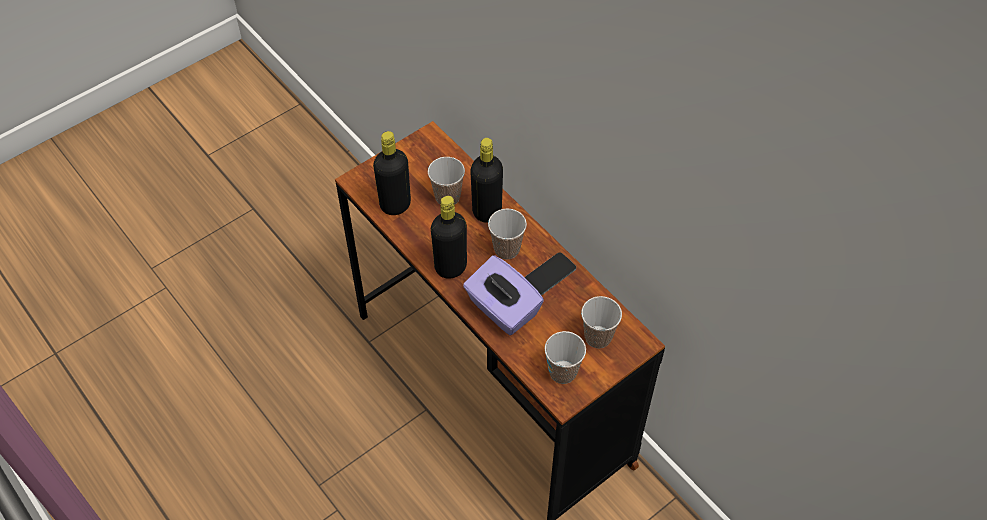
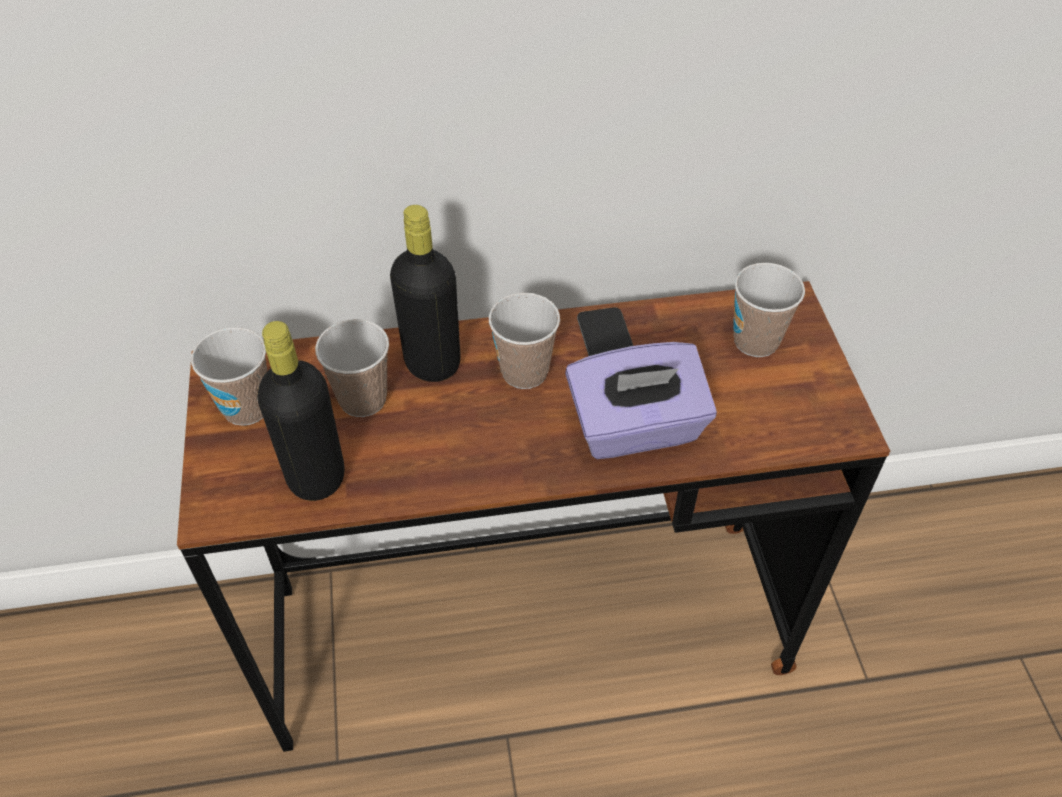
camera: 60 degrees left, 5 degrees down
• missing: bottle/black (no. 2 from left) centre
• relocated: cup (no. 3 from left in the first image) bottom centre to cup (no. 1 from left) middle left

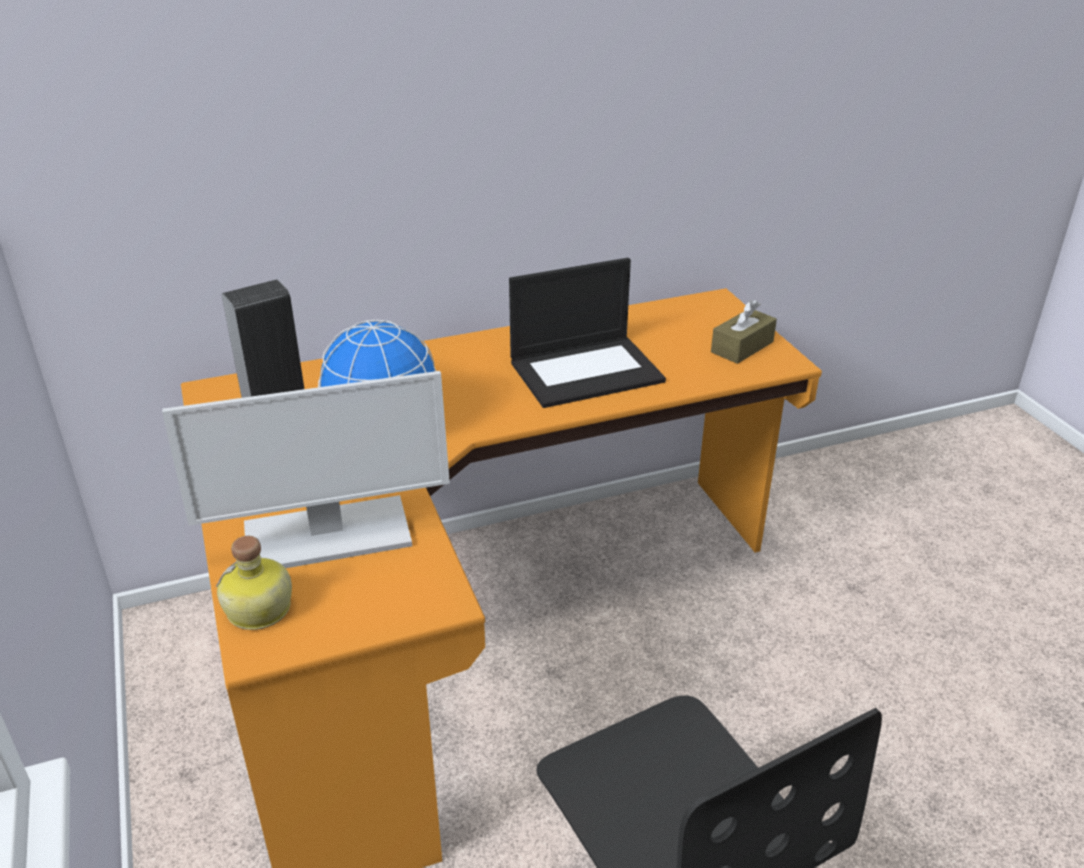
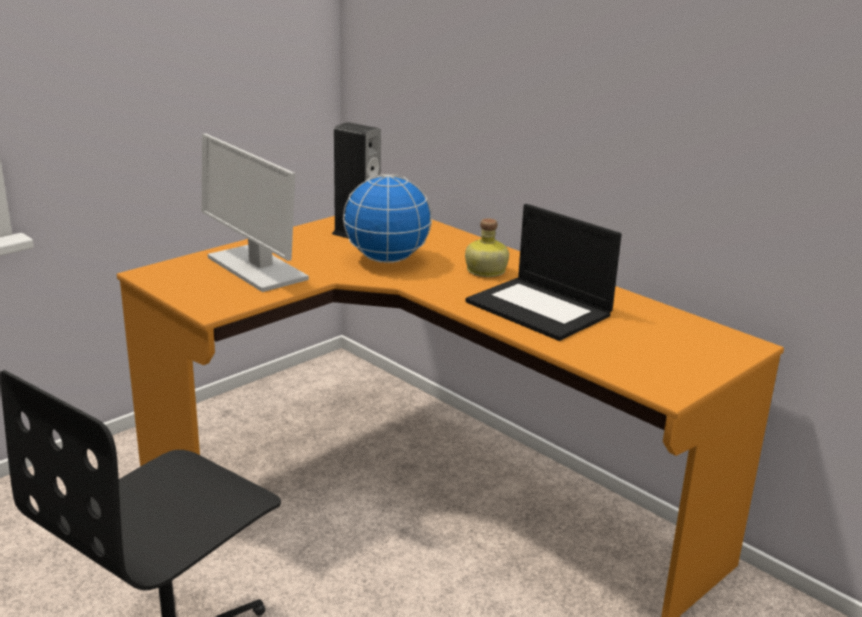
camera: 65 degrees right, 10 degrees down
• missing: tissue box/brown middle right
• relocated: bottle bottom left to centre

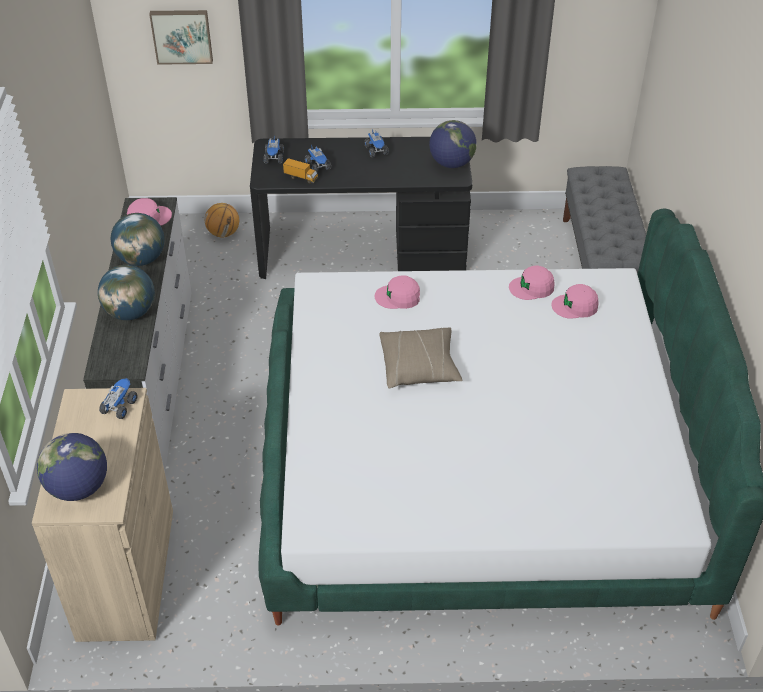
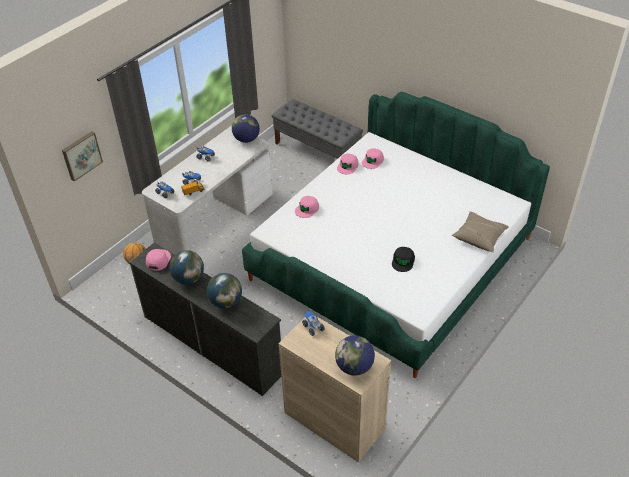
camera: 50 degrees left, 0 degrees up
• appeared: cap/black centre
• relocated: pillow/beige centre to middle right
• colour: desk/black top centre to desk/white middle left

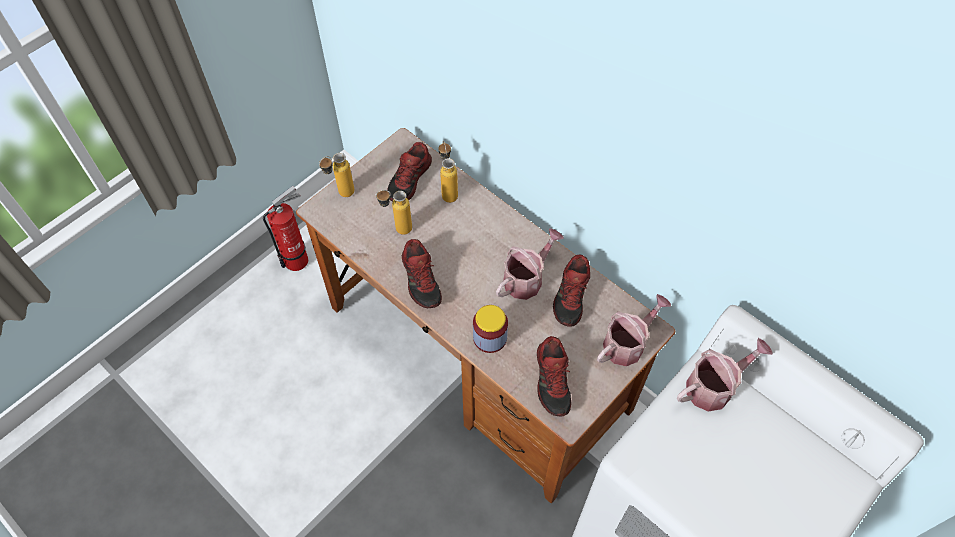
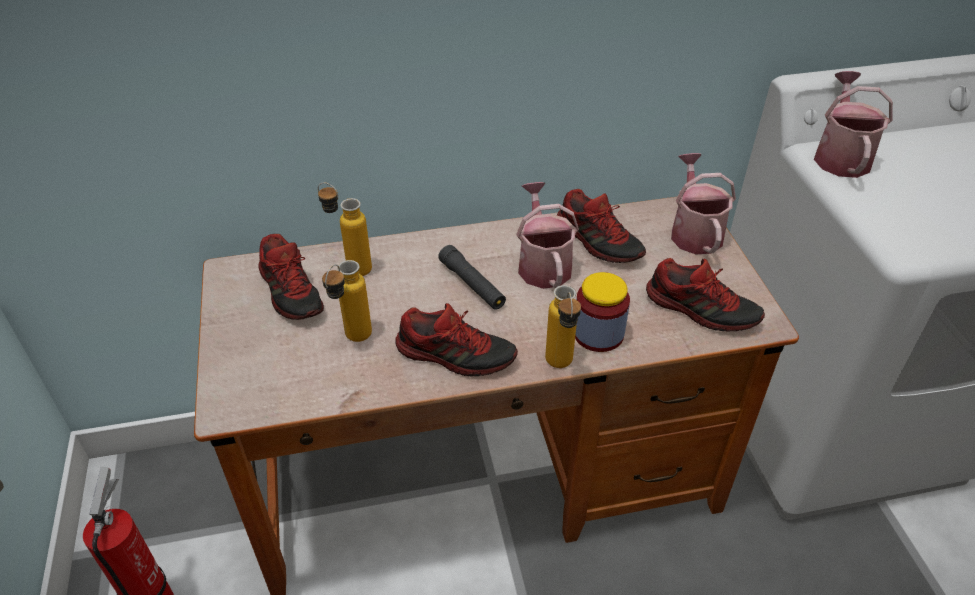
camera: 55 degrees left, 15 degrees down
• appeared: flashlight/black centre
• relocated: bottle (no. 1 from left in the first image) top centre to bottle (no. 3 from left) centre

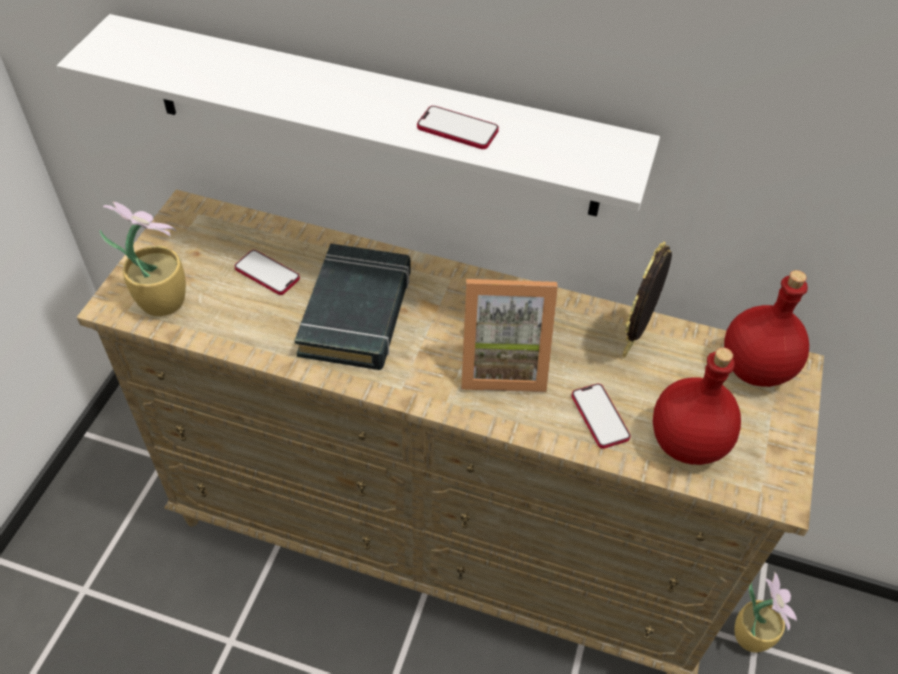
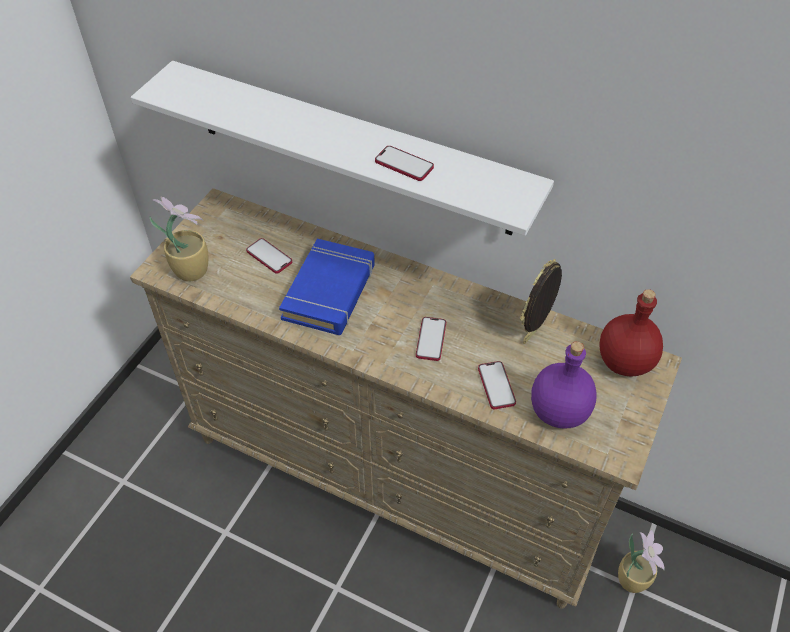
camera: 10 degrees right, 0 degrees up
• exchanged: picture frame (no. 1 from left) centre to phone (no. 3 from left) centre
• colour: book/black centre to book/blue centre
• colour: bottle/red (no. 1 from left) middle right to bottle/purple middle right

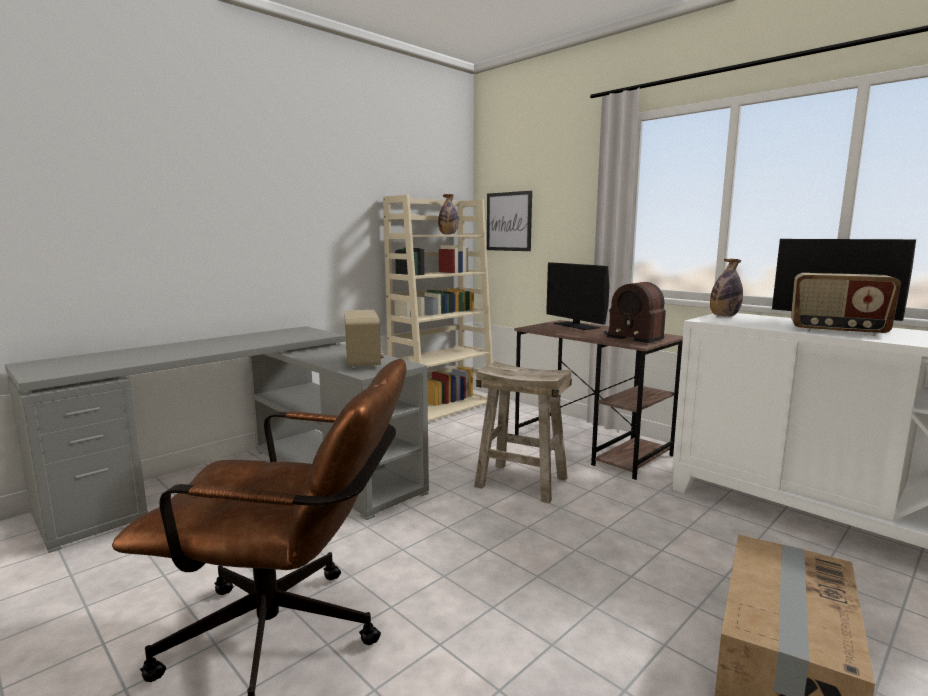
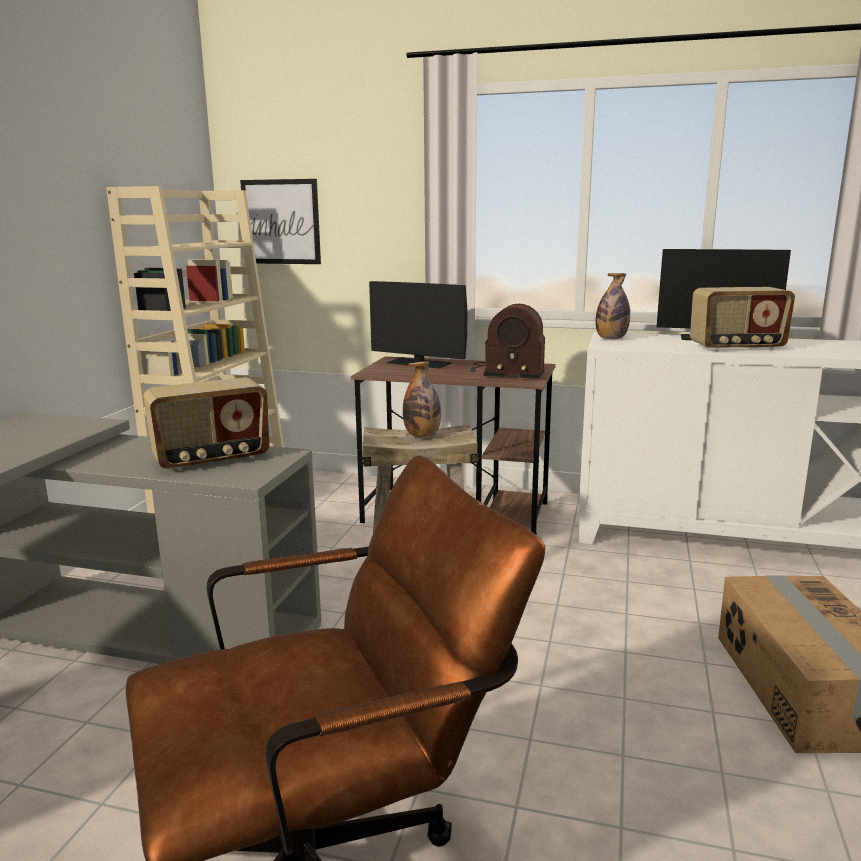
camera: 30 degrees left, 5 degrees up
• relocated: bottle (no. 1 from left) top centre to centre
• spun: radio (no. 1 from left) centre = middle left 105 degrees clockwise

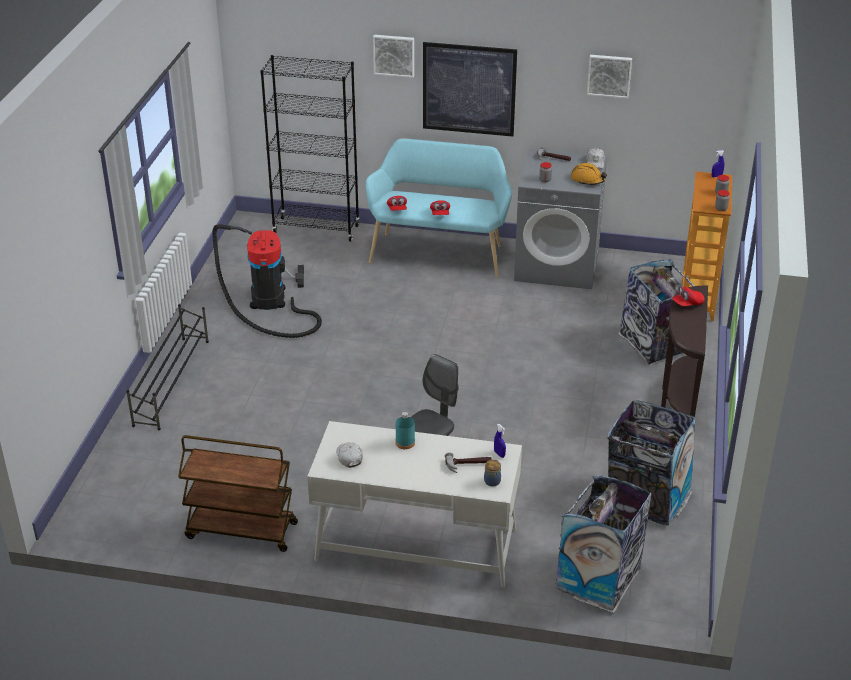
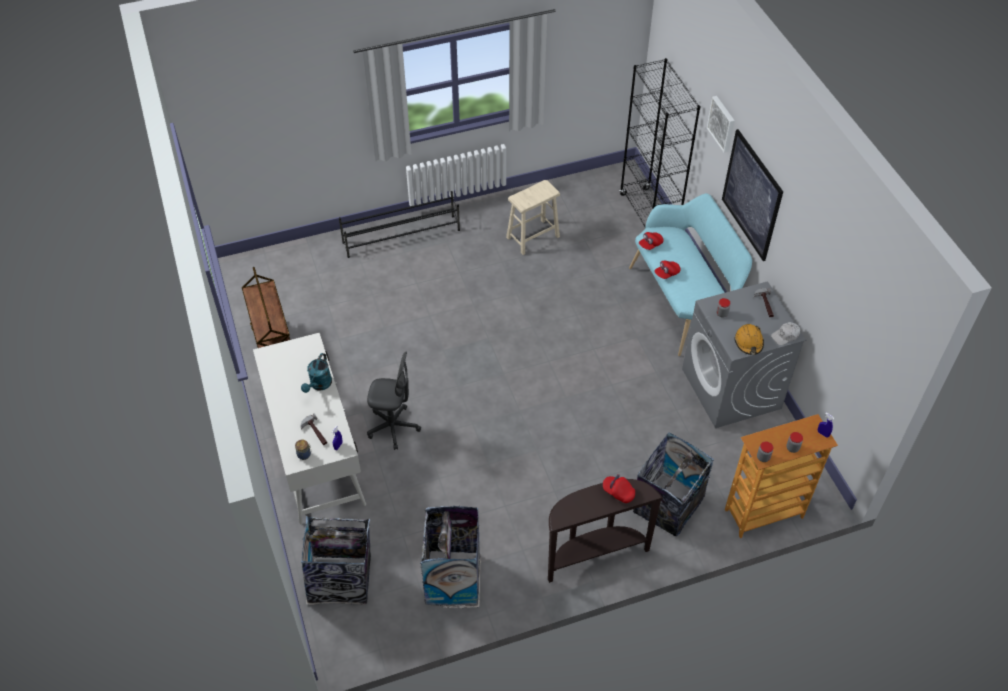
camera: 60 degrees right, 15 degrees up
• missing: cap/white (no. 1 from left) bottom centre
• missing: picture (no. 3 from left) top right
• exchanged: vacuum cleaner middle left to stool/beige top centre
• exchanged: bottle/turquoise centre to watering can/turquoise middle left

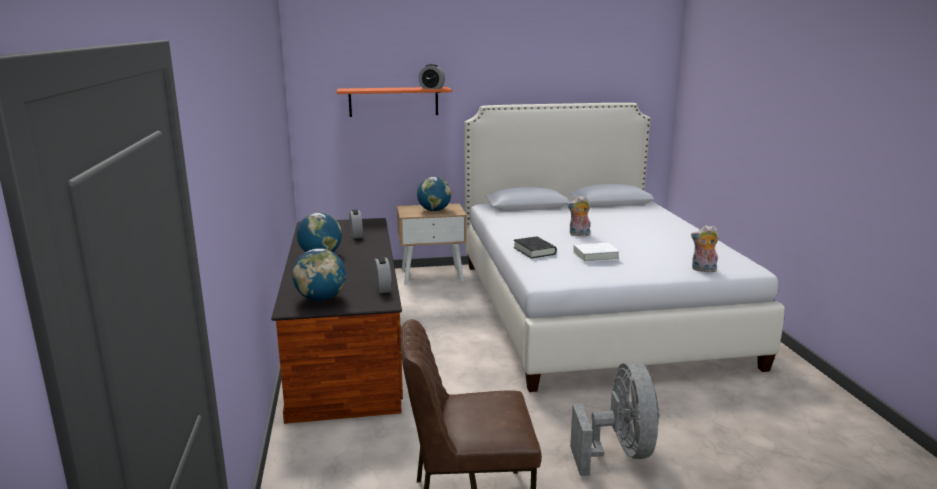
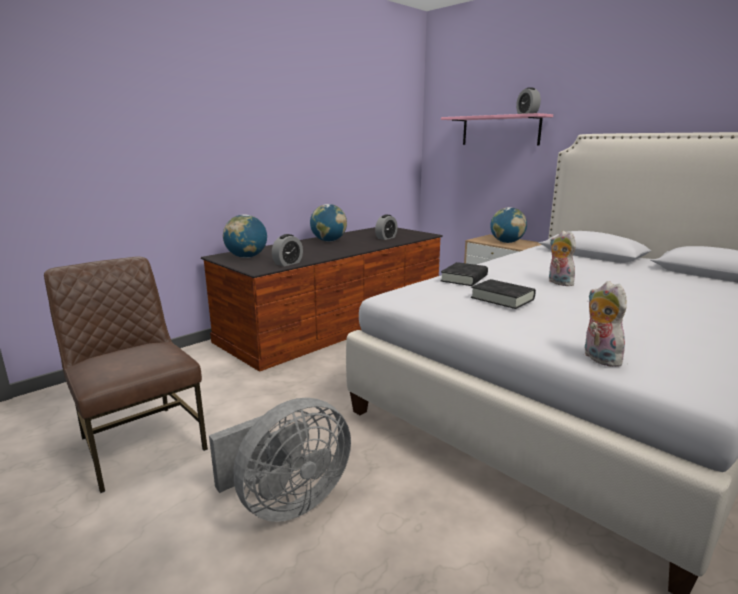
camera: 55 degrees right, 0 degrees up
• colour: shelf/orange top centre to shelf/pink top right
• colour: book/white centre to book/black (no. 2 from left) middle right

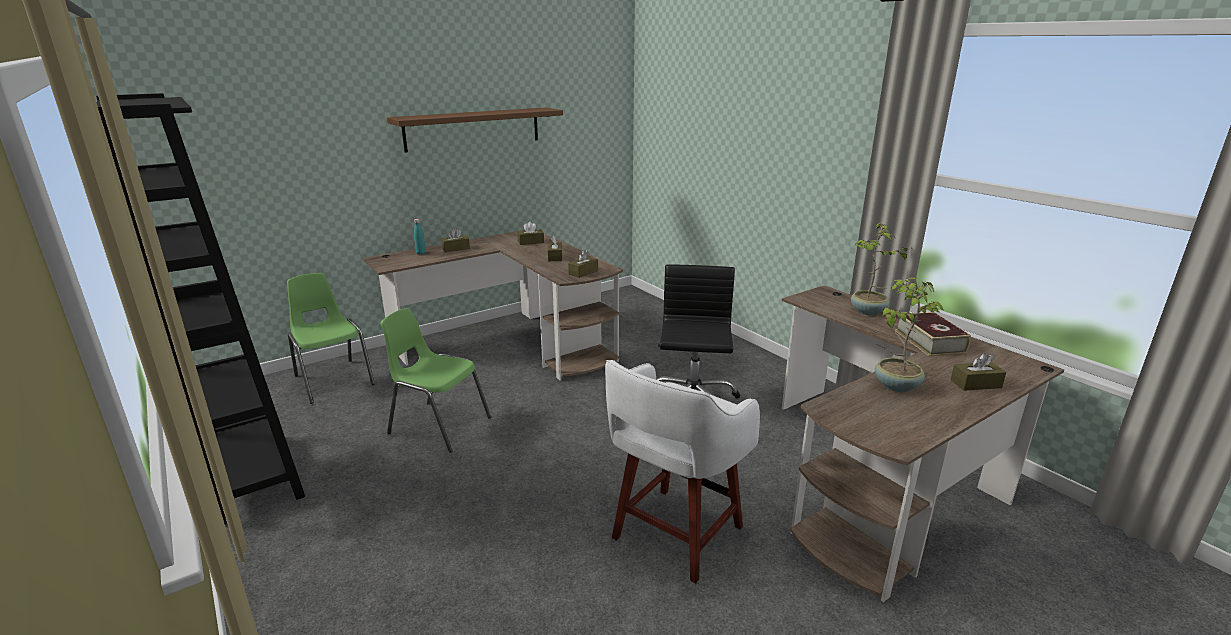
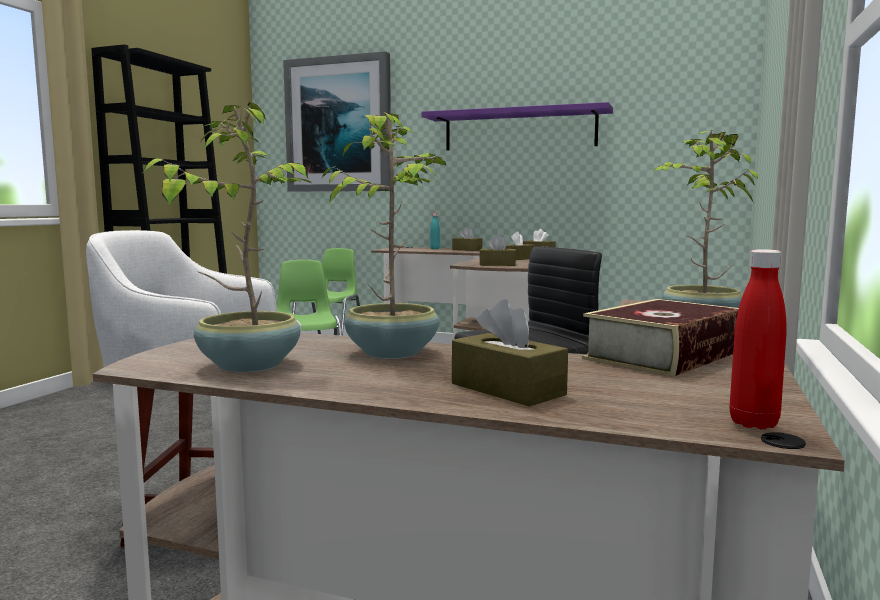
camera: 55 degrees right, 15 degrees down
• appeared: potted plant (no. 1 from left) middle left
• appeared: picture top centre
• appeared: bottle/red middle right
• colour: shelf/brown top centre to shelf/purple top centre

